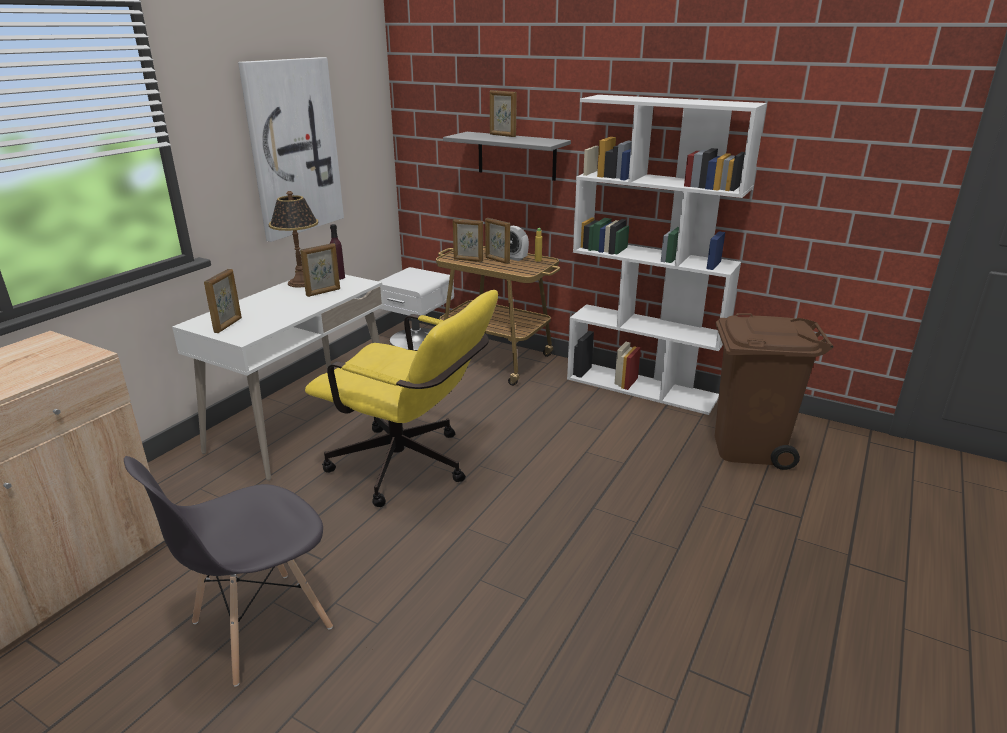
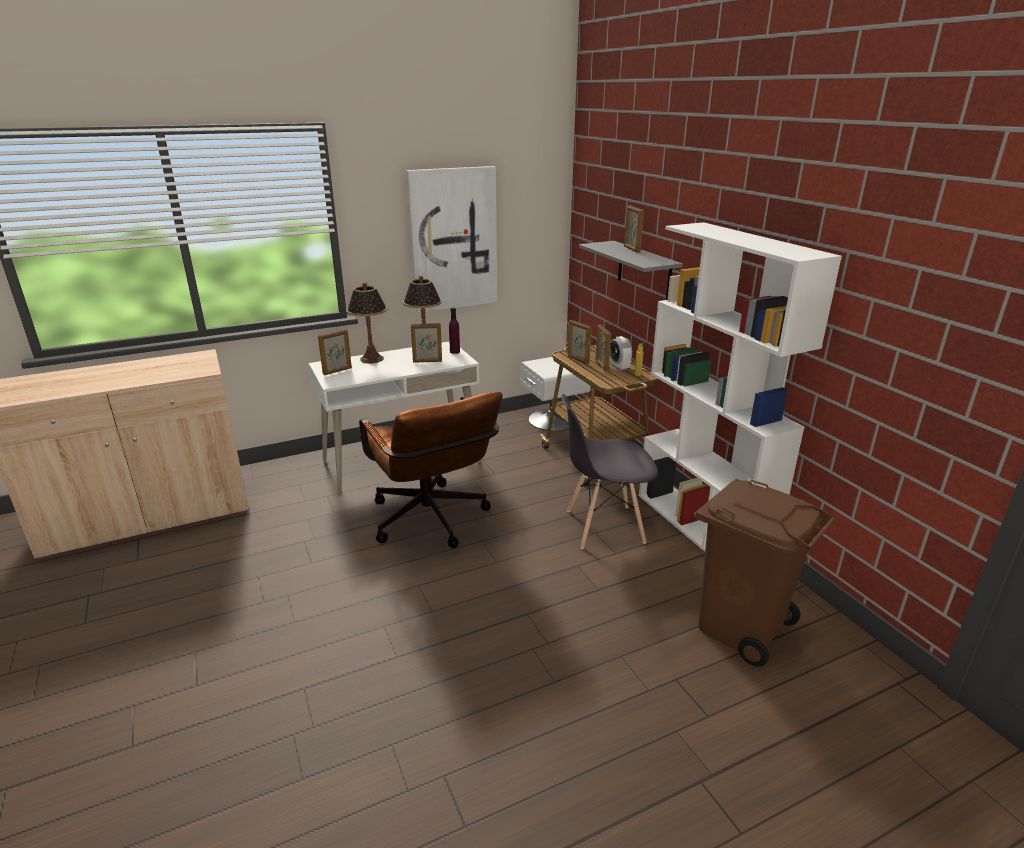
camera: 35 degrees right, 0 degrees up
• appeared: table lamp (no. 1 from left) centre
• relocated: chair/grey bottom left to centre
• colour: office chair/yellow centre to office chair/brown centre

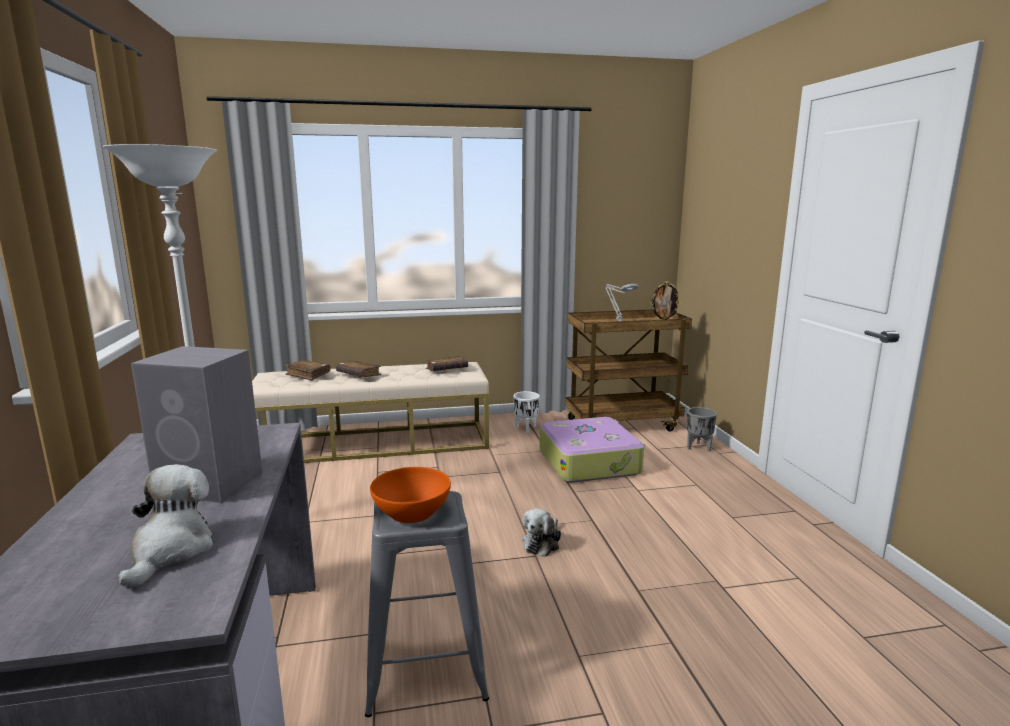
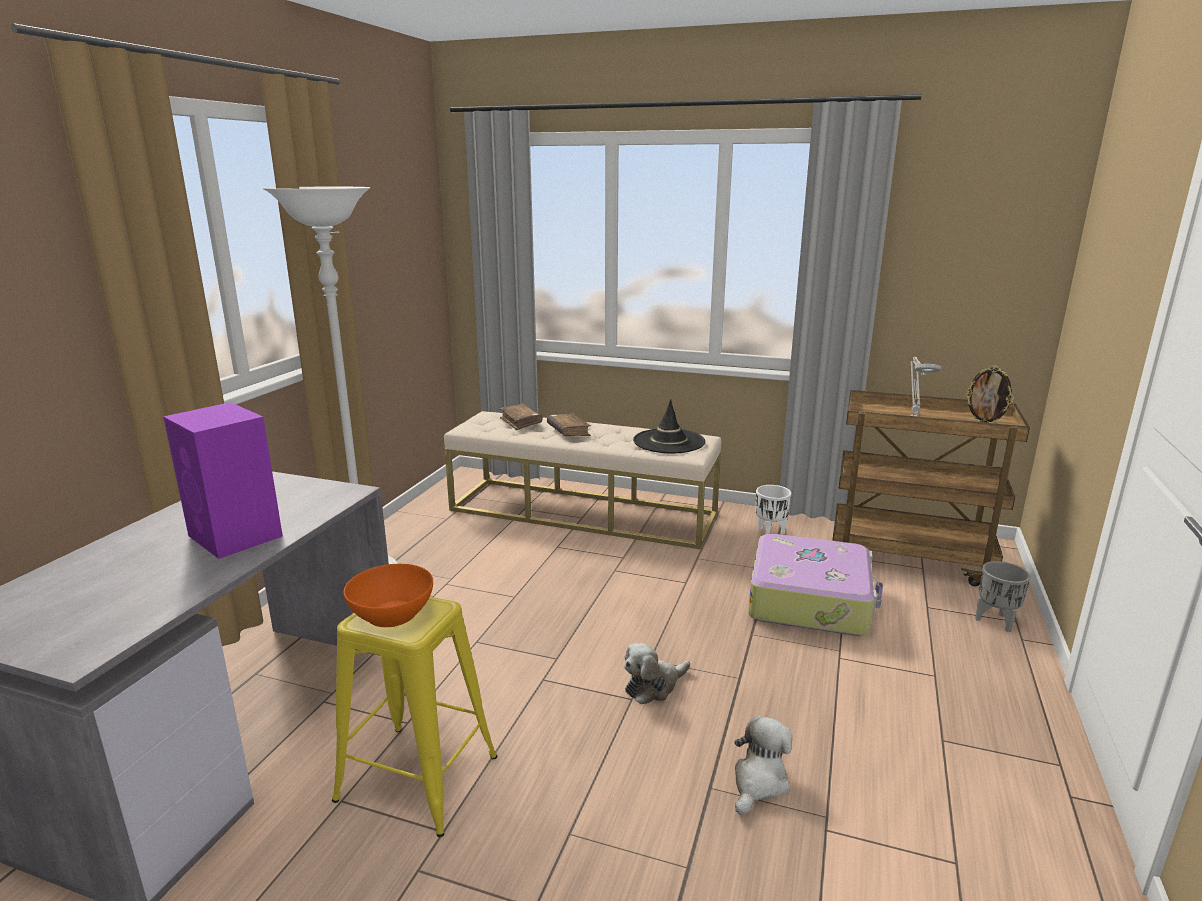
camera: 30 degrees right, 5 degrees up
• relocated: plush toy (no. 1 from left in the first image) bottom left to plush toy (no. 2 from left) bottom centre
• exchanged: book/brown (no. 3 from left) centre to hat/black centre
• colour: speaker/grey middle left to speaker/purple middle left
• colour: stool/grey bottom centre to stool/yellow bottom centre

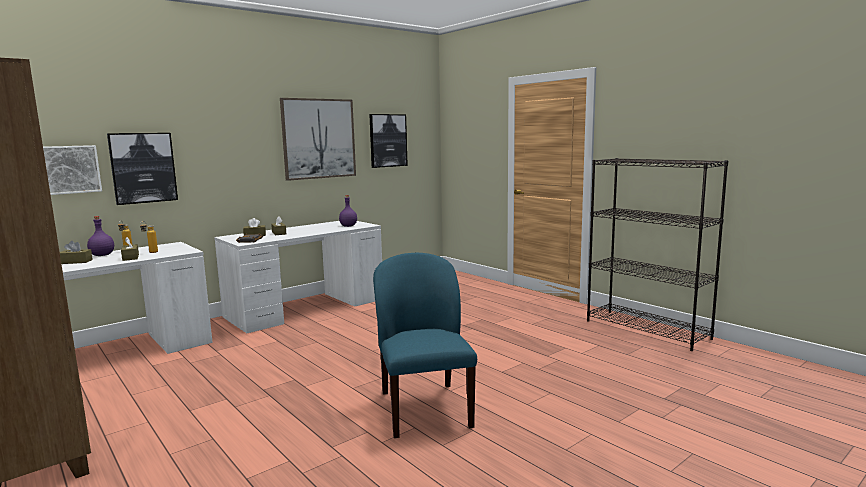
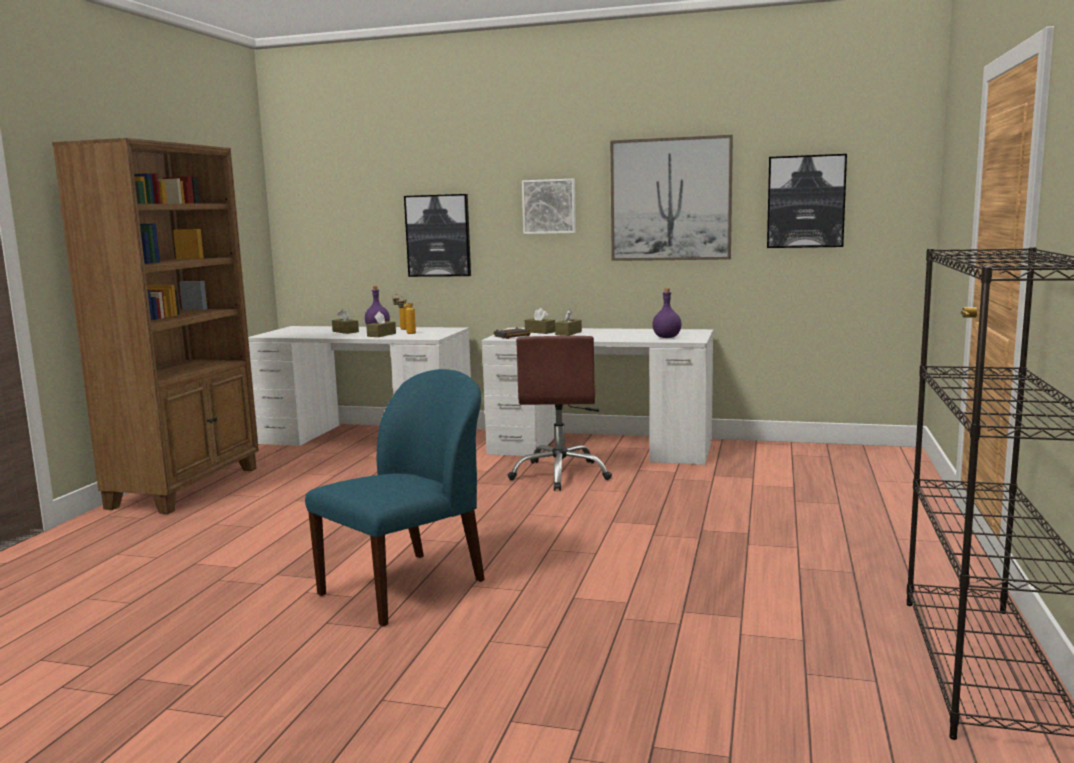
camera: 55 degrees right, 0 degrees up
• appeared: office chair/brown centre
• relocated: picture (no. 1 from left in the first image) middle left to picture (no. 2 from left) top centre

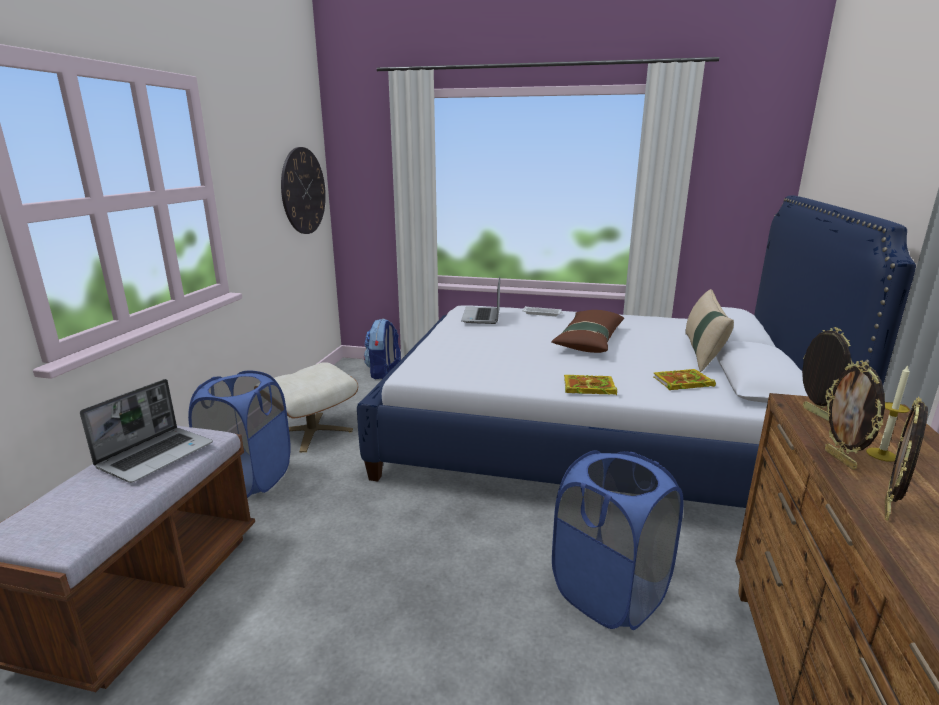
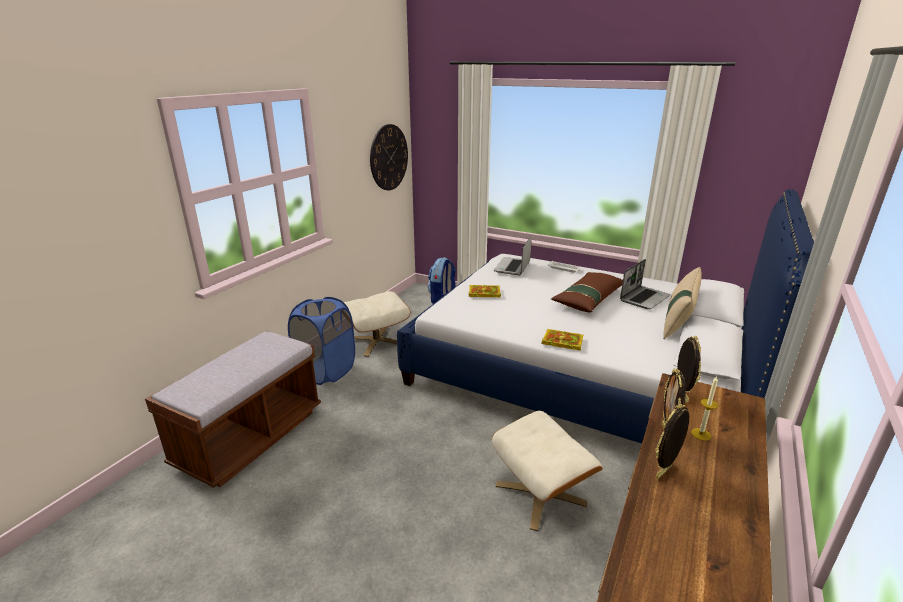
camera: 15 degrees right, 5 degrees up
• relocated: laptop (no. 1 from left in the first image) middle left to laptop (no. 2 from left) middle right
• relocated: book (no. 2 from left in the first image) middle right to book (no. 1 from left) centre
• exchanged: laundry basket/blue (no. 2 from left) bottom centre to ottoman/beige (no. 2 from left) bottom centre

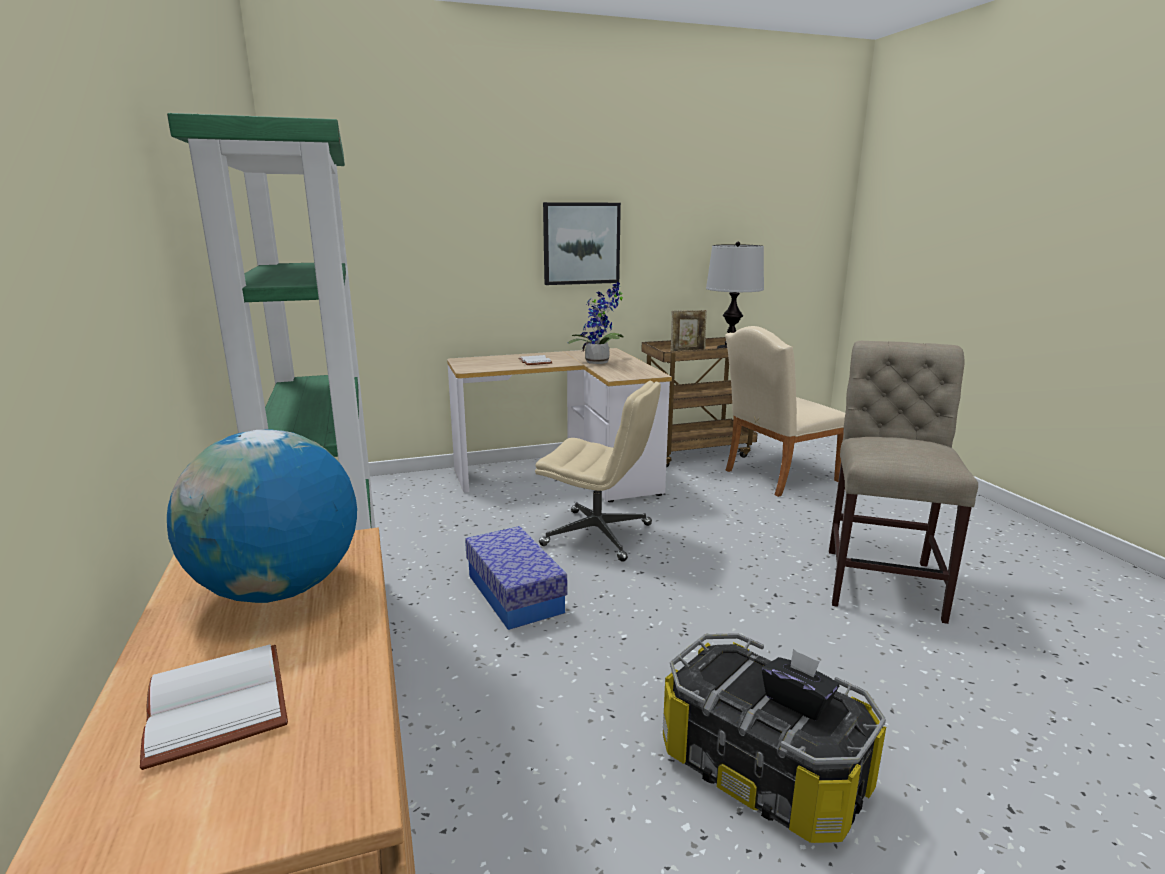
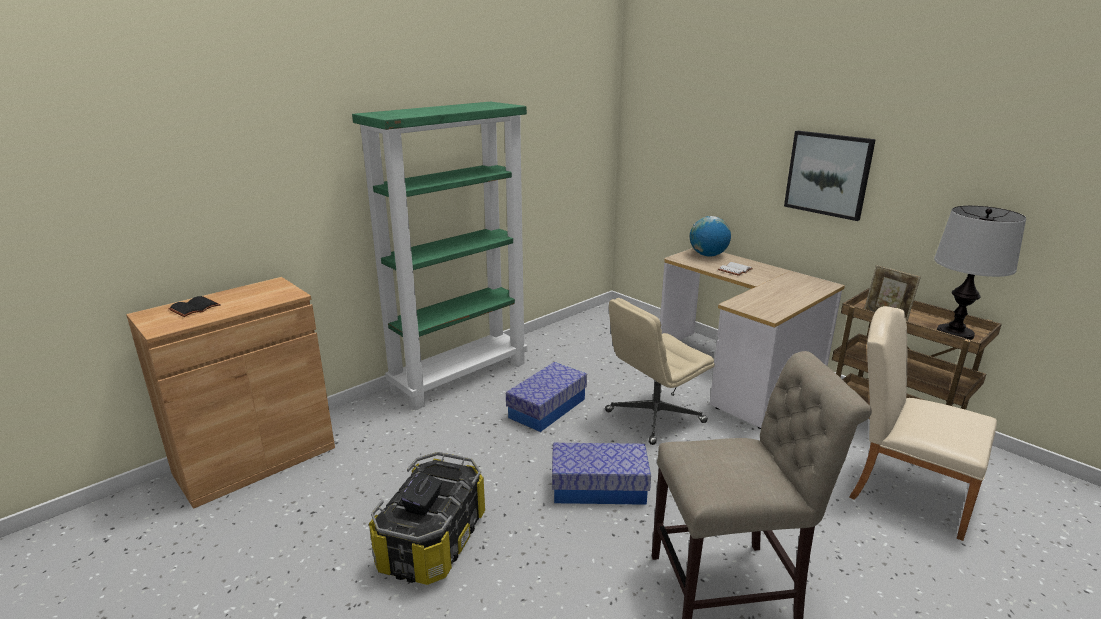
camera: 65 degrees right, 5 degrees up
• missing: potted plant centre
• appeared: storage box (no. 3 from left) bottom centre
• relocated: globe middle left to centre
• colour: book/white (no. 1 from left) bottom left to book/black middle left
• spun: office chair/beige centre = centre 60 degrees clockwise

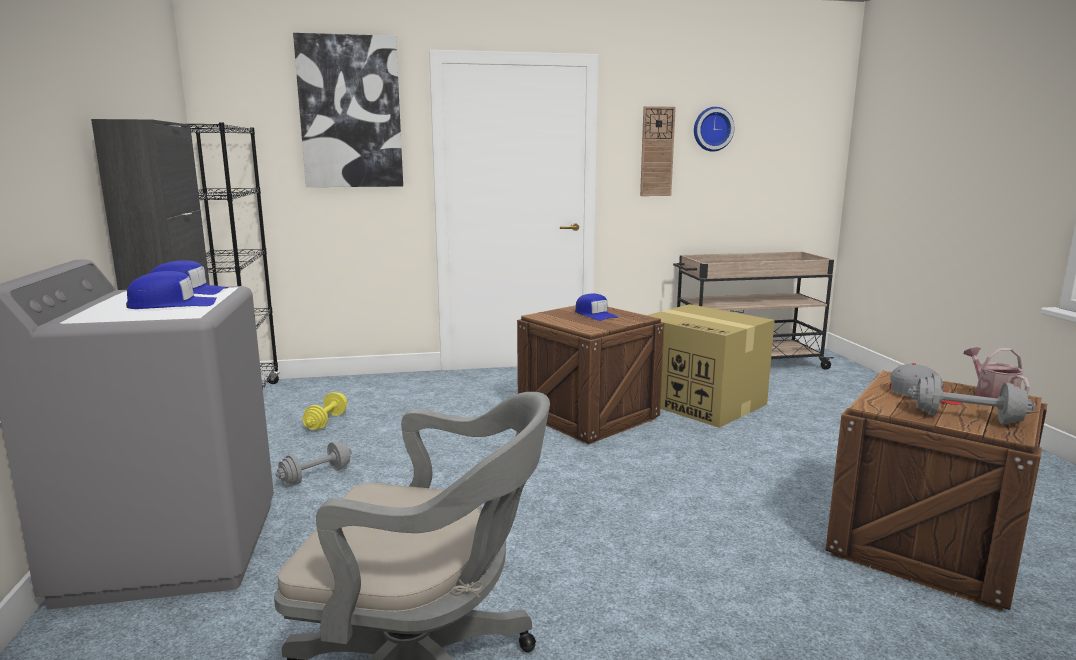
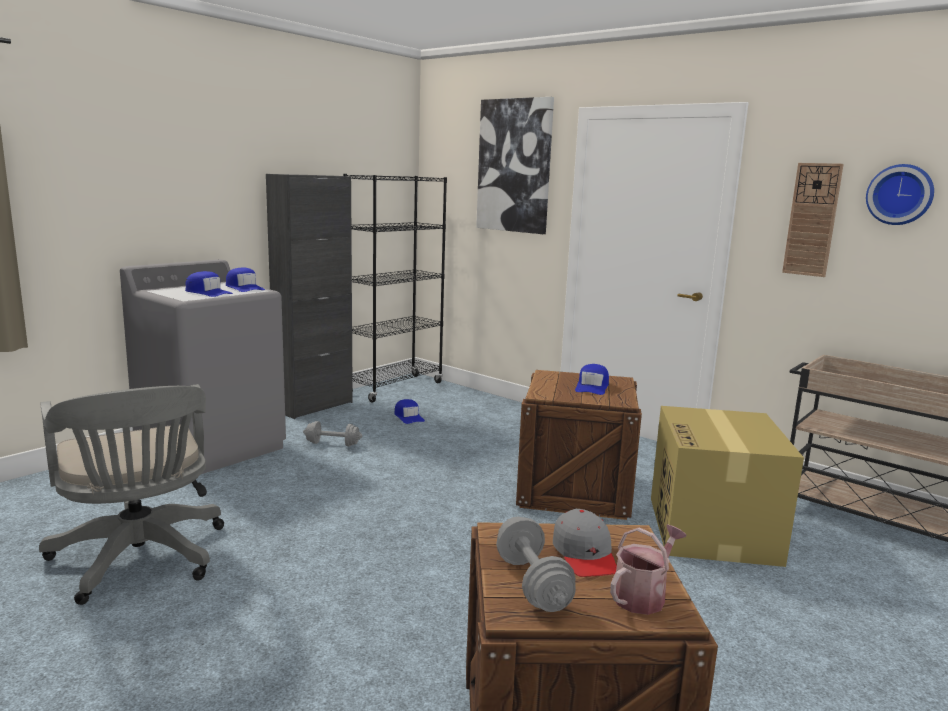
camera: 50 degrees right, 0 degrees up
• exchanged: dumbbell/yellow middle left to cap/blue (no. 3 from left) centre

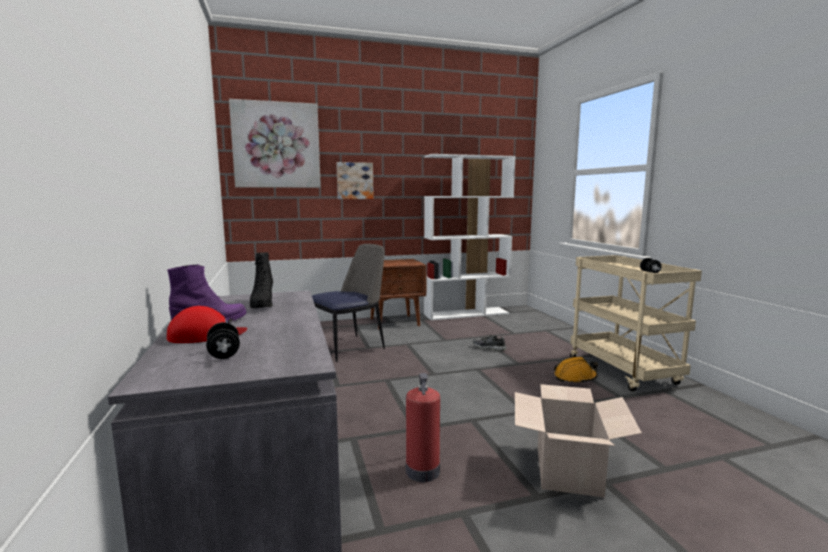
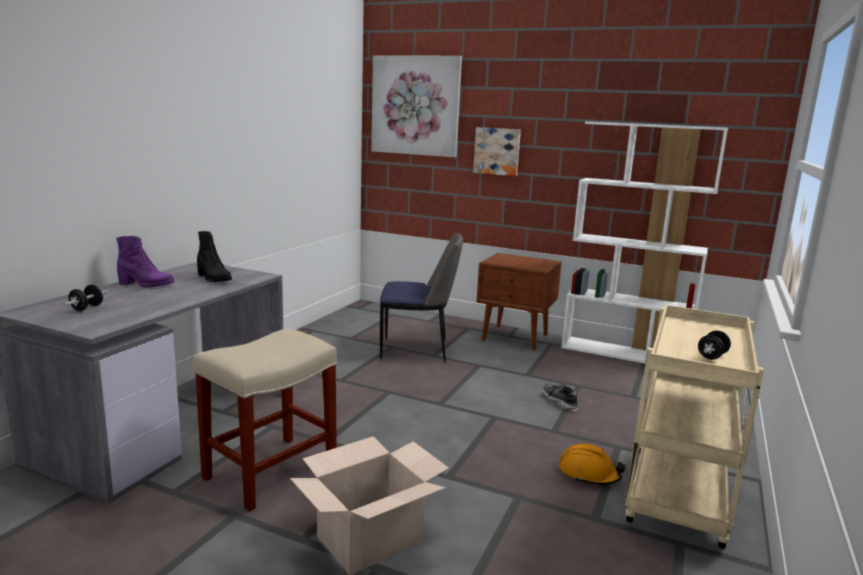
camera: 40 degrees right, 5 degrees up
• missing: cap/red middle left
• exchanged: fire extinguisher bottom centre to stool/beige bottom left
• spun: boot/black middle left = middle left 75 degrees counterclockwise

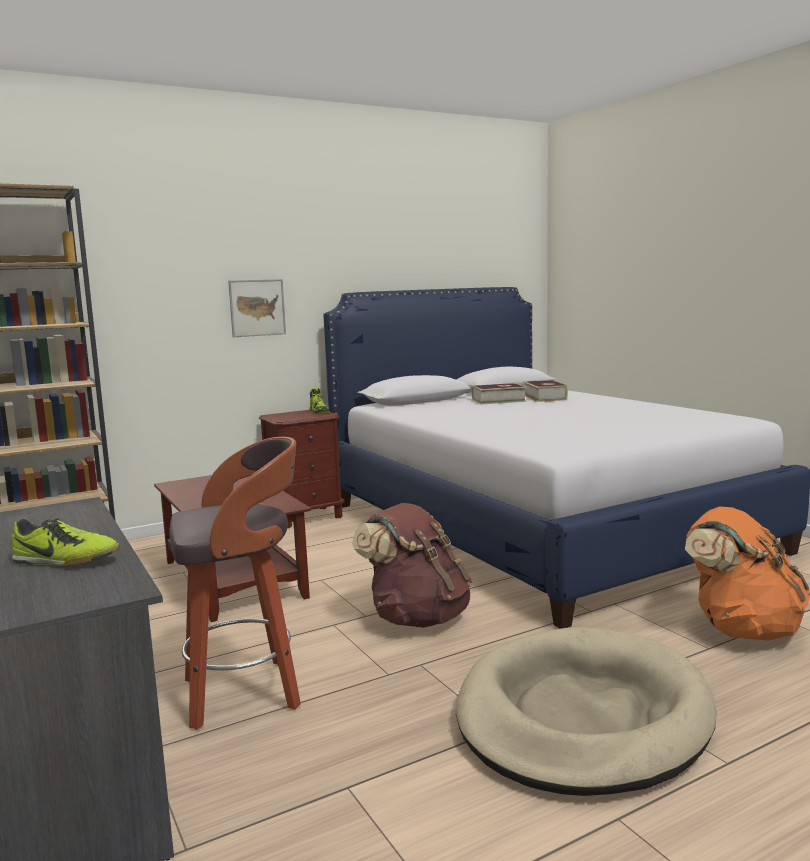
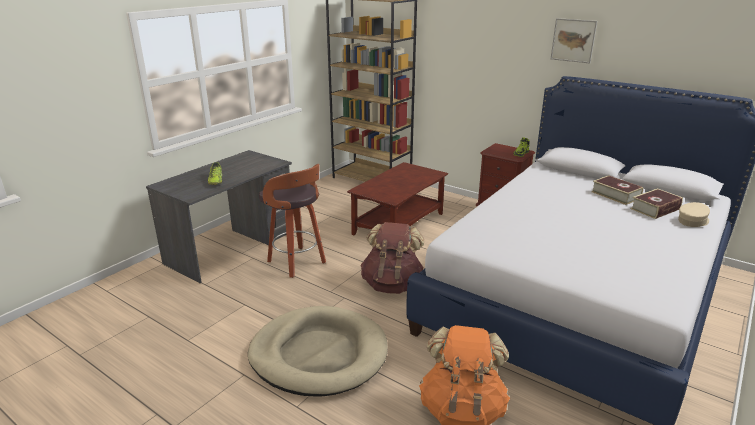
camera: 65 degrees right, 15 degrees up
• appeared: cap/beige middle right
• relocated: picture middle left to top right

